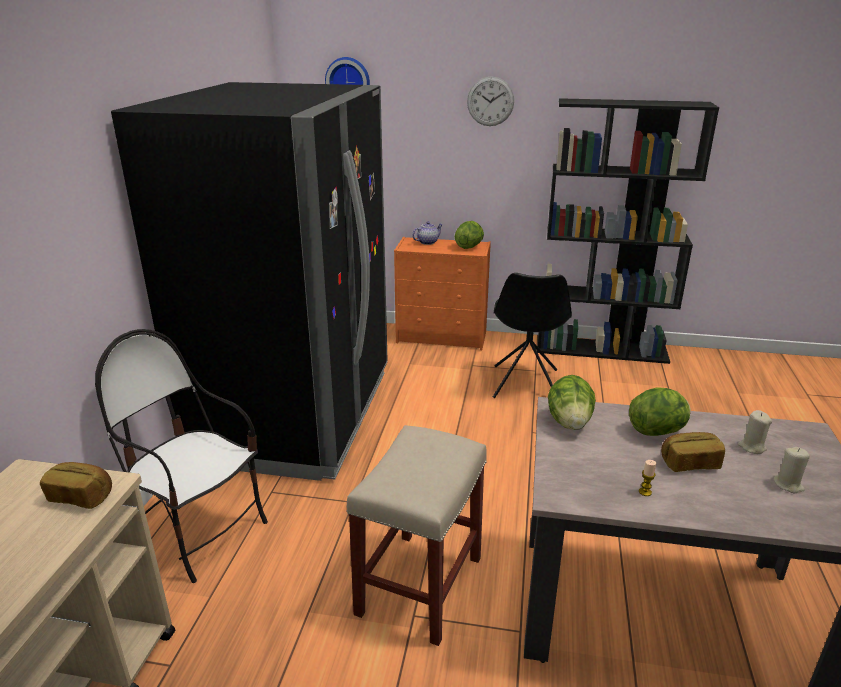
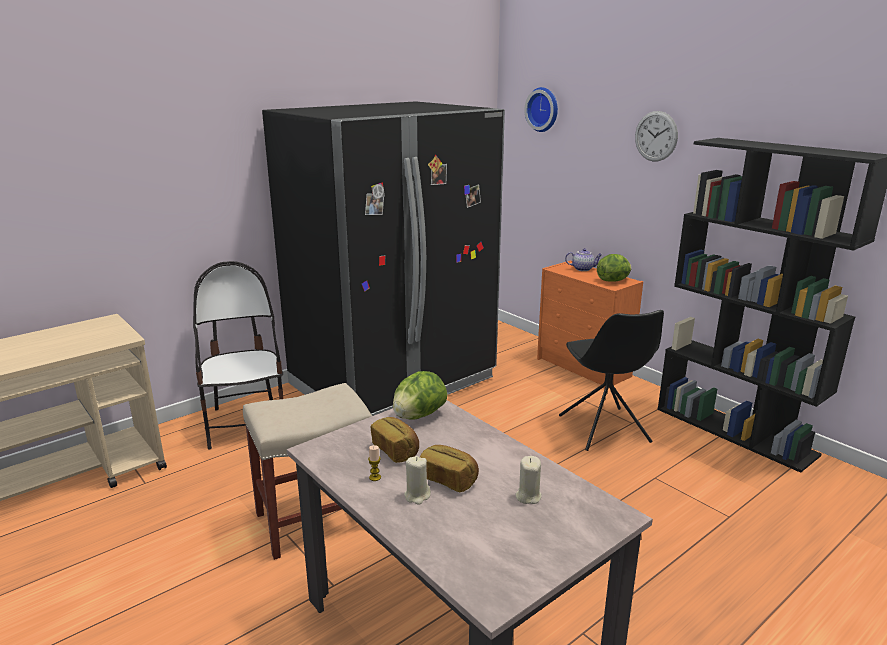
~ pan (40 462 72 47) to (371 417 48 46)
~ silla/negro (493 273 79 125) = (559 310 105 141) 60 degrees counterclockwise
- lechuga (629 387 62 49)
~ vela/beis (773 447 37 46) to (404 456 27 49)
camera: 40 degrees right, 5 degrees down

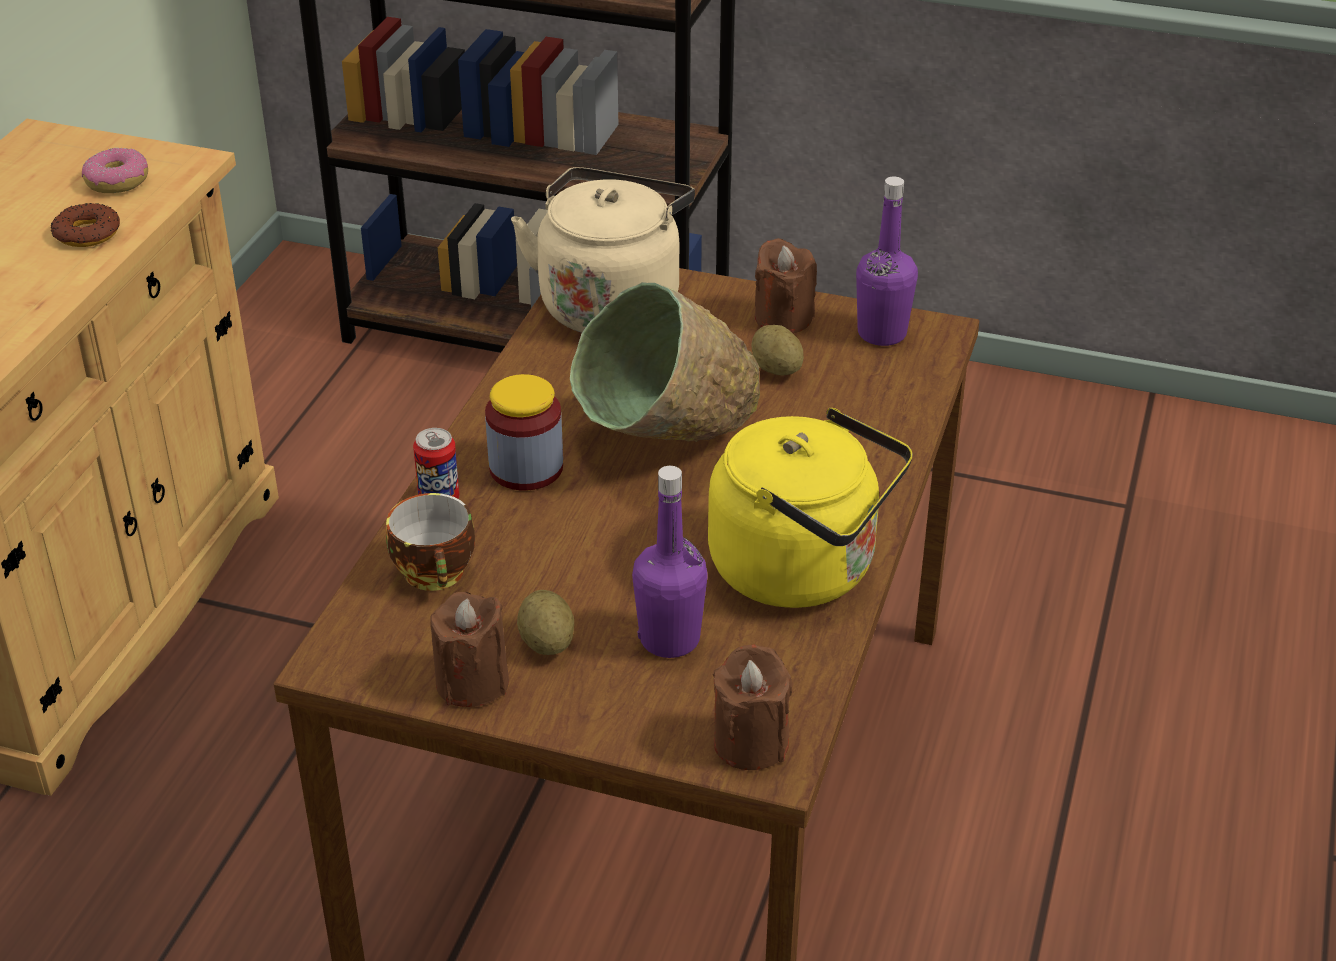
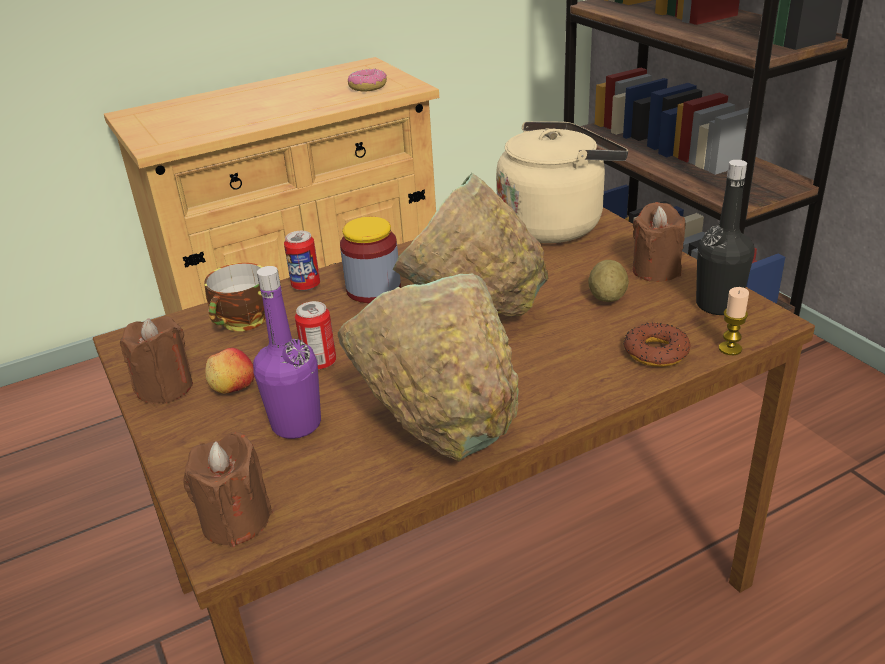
~ rosquilla (51 203 69 44) to (624 322 67 45)
~ patata (517 590 57 65) to manzana (205 348 49 45)
~ hervidor/amarillo (708 408 205 200) to cuenco/verde (338 273 181 188)
~ botella/morado (856 177 62 169) to botella/negro (696 160 59 155)
+ lata (295 301 41 69)
+ vela (719 287 30 68)
camera: 45 degrees right, 5 degrees down

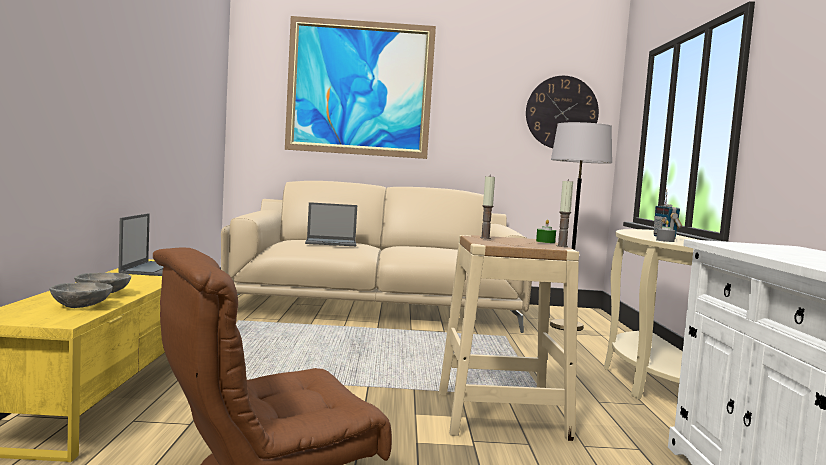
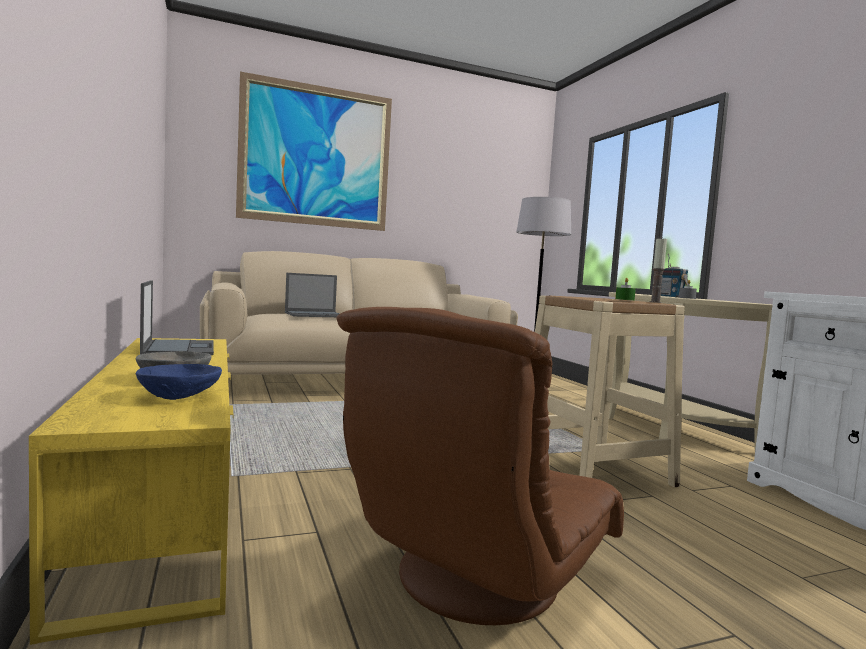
~ cuenco/gris (49 283 64 25) to cuenco/azul (136 364 86 36)
- vela (480 176 15 63)
- reloj de pared (526 76 73 72)
camera: 20 degrees left, 0 degrees up

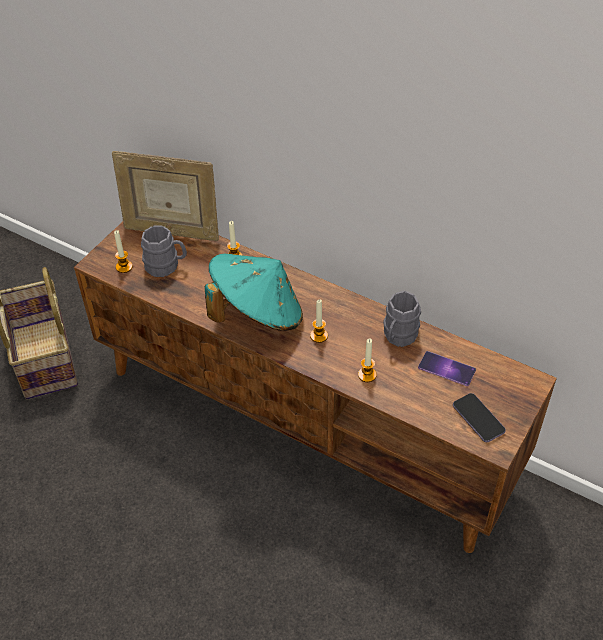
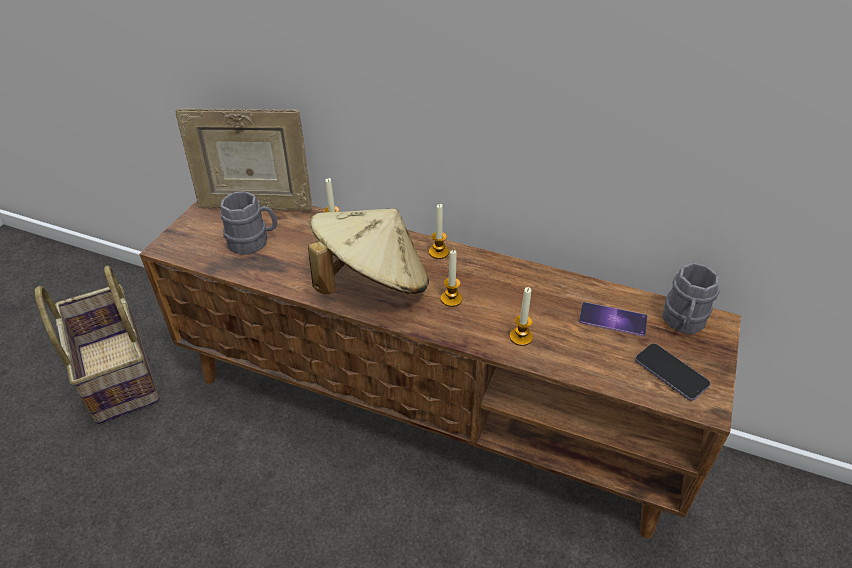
~ vela (114 230 19 43) to (429 204 20 55)
~ sombrero/turquesa (205 253 98 78) to sombrero/beis (308 209 121 85)
~ taza grande/gris (383 291 38 56) to (662 263 58 72)
camera: 10 degrees left, 5 degrees down

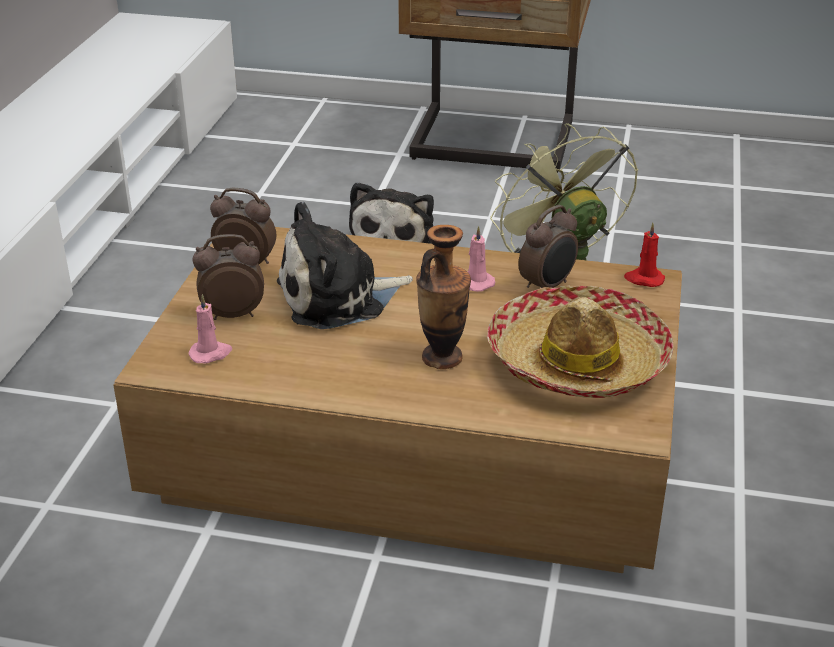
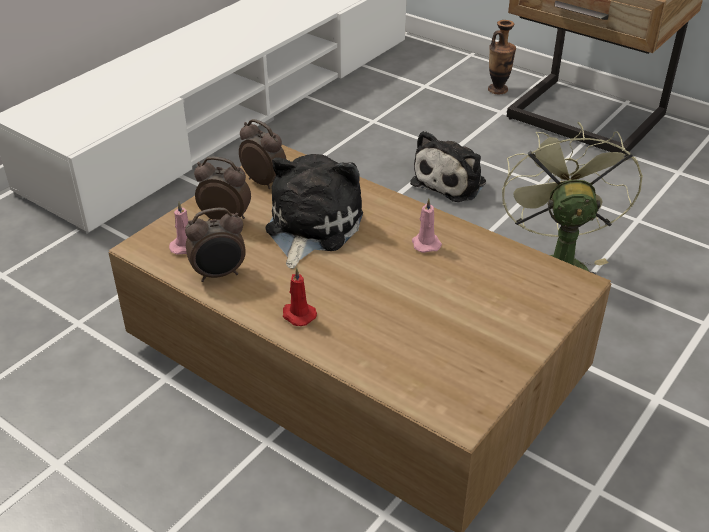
~ peluche (277 202 136 127) = (266 154 97 115) 105 degrees clockwise
~ florero (416 225 55 144) to (488 20 28 74)
- sombrero (487 285 187 113)
~ despertador (519 205 59 83) to (185 208 61 74)
~ vela/rojo (624 223 41 64) to (283 267 34 59)
camera: 25 degrees right, 5 degrees up

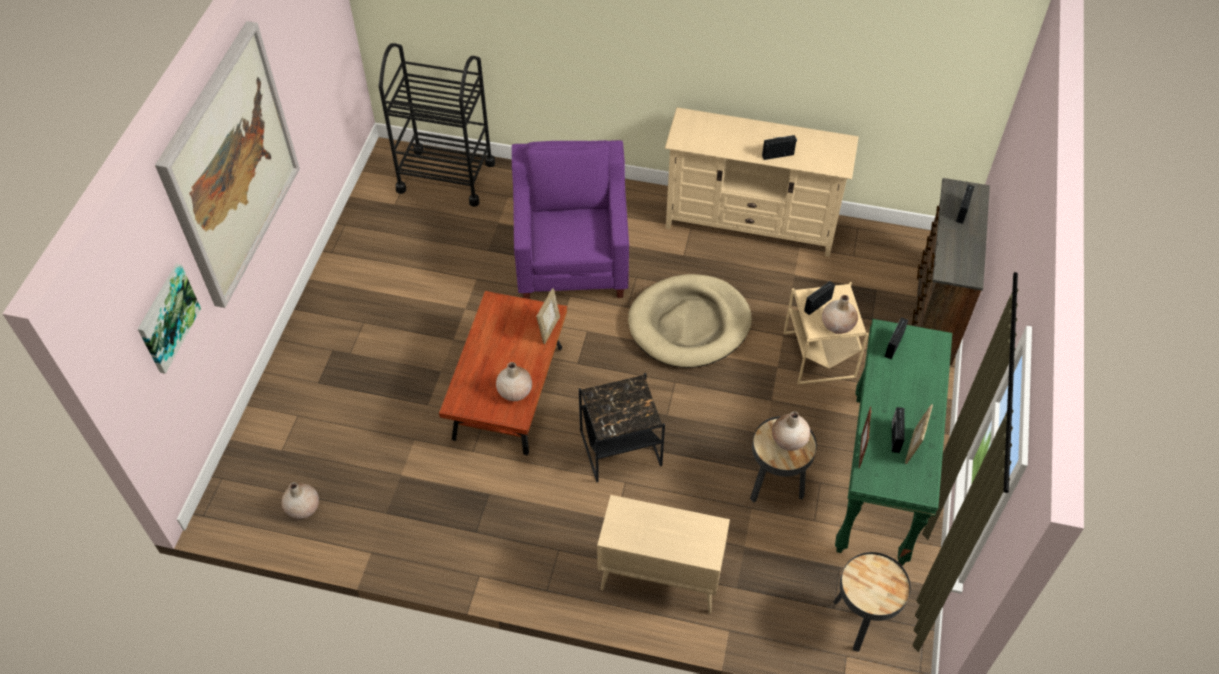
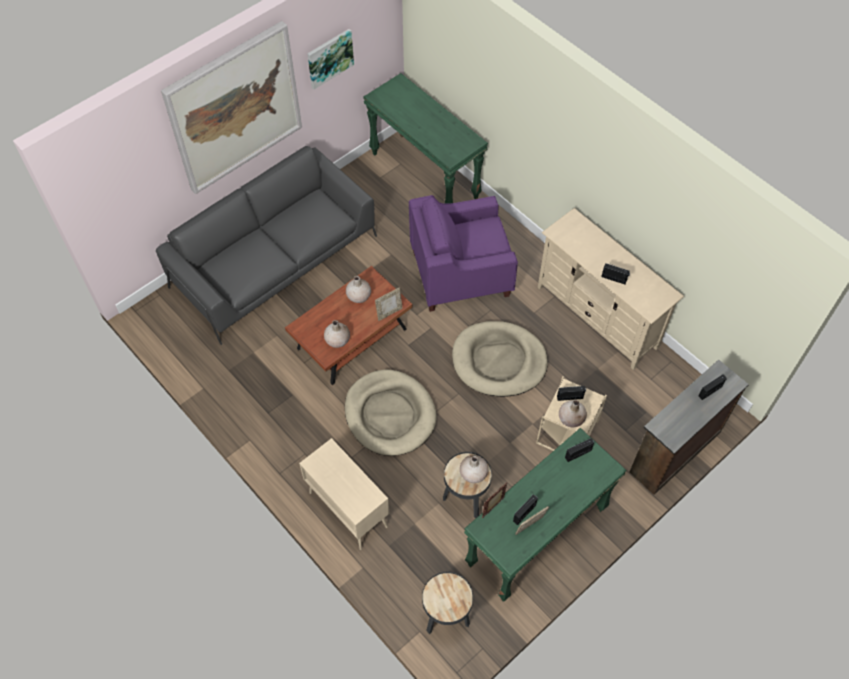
~ cuadro (138 263 63 111) to (307 29 47 60)
~ florero/beis (282 482 37 37) to (346 276 25 27)
~ carrito/negro (379 43 116 164) to mesa consola/verde (363 73 125 131)
~ sillón/morado (512 140 117 159) = (409 195 109 117) 135 degrees counterclockwise
~ mesa auxiliar/negro (579 373 86 109) to cama para perro/beis (345 370 92 86)
+ sofá/gris (156 146 221 199)
camera: 35 degrees right, 5 degrees up

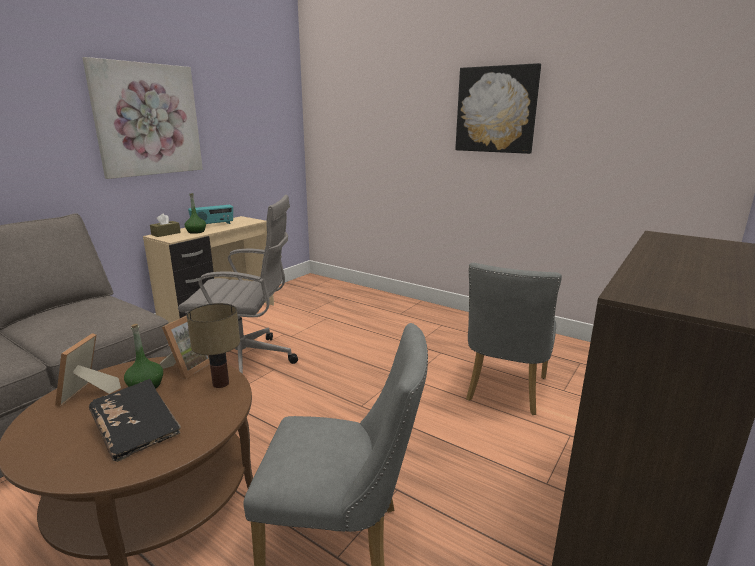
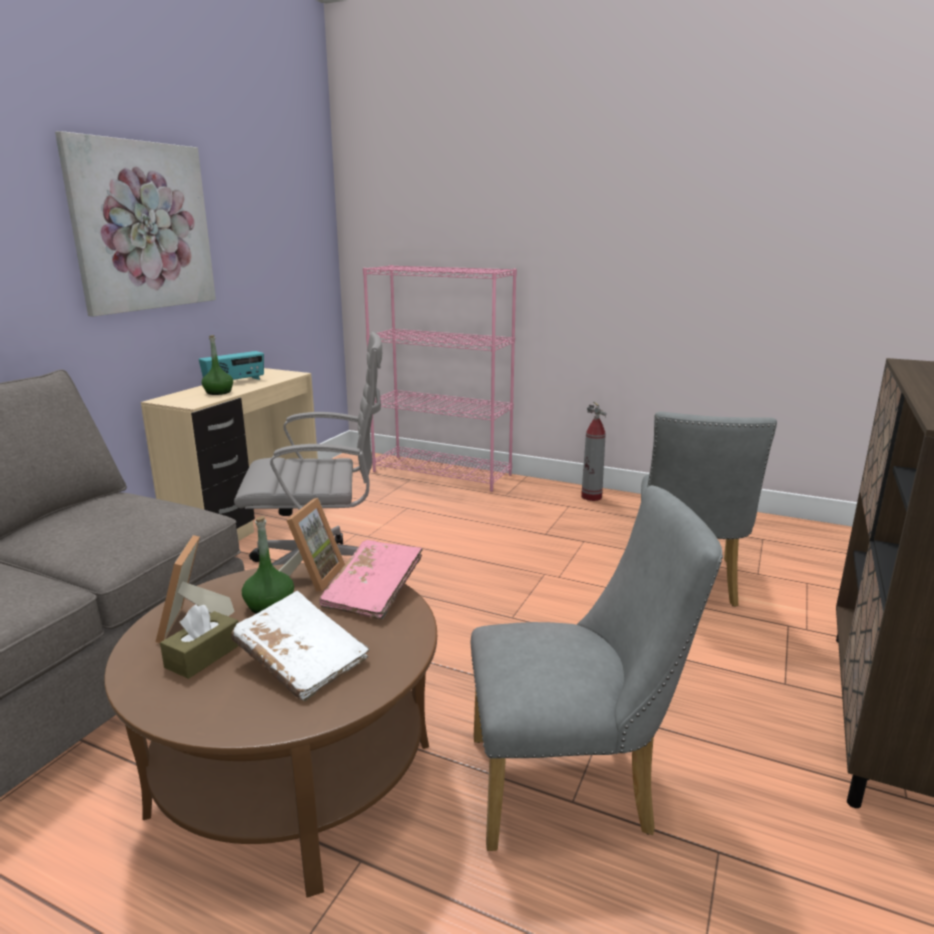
~ libro/negro (89 379 92 83) to libro/blanco (231 591 138 110)
~ caja de pañuelos/marrón (150 213 31 24) to (160 604 79 75)
~ lámpara de mesa (186 303 54 85) to libro/rosa (319 540 104 80)
- cuadro (455 63 86 91)
+ estantería/rosa (363 265 154 227)
+ extintor (581 402 26 99)
camera: 10 degrees left, 0 degrees up

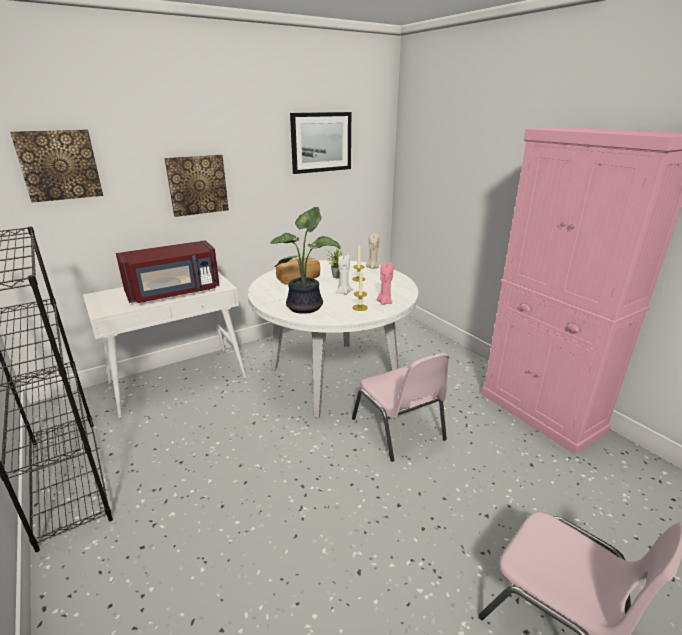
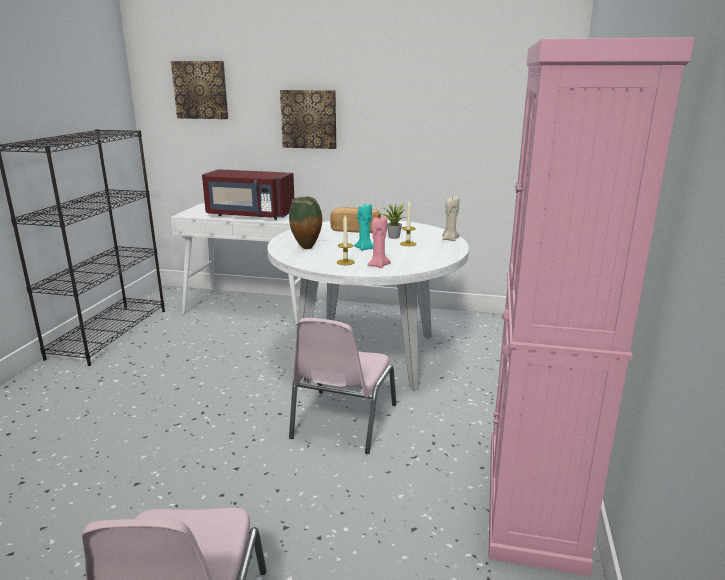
~ planta en maceta (270 207 71 107) to florero (289 197 33 52)
- cuadro (290 112 61 62)
~ vela/blanco (335 255 18 40) to vela/turquesa (354 204 19 47)
camera: 45 degrees right, 5 degrees down

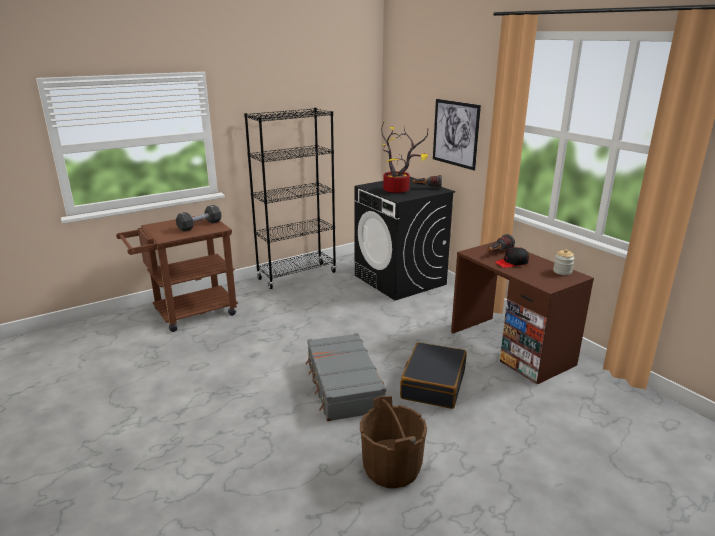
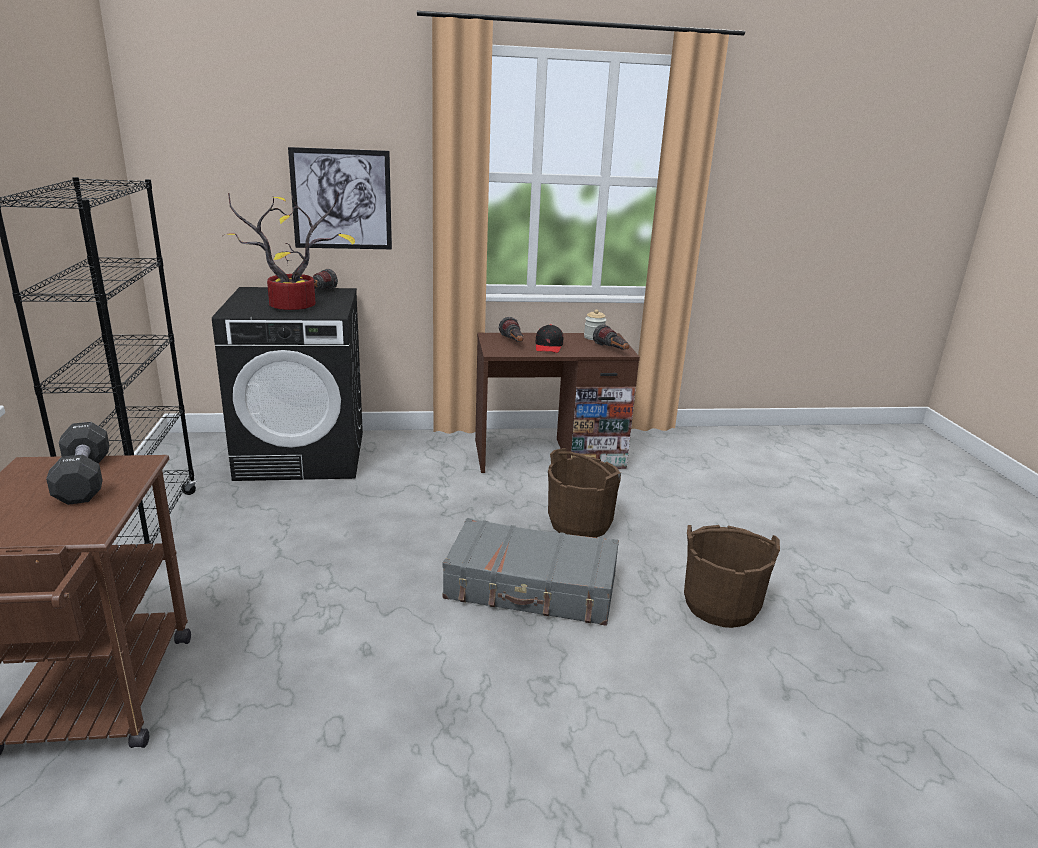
~ maleta/negro (400 342 67 67) to cubo/marrón (548 448 73 90)
+ linterna (593 324 36 26)
camera: 65 degrees left, 0 degrees up

